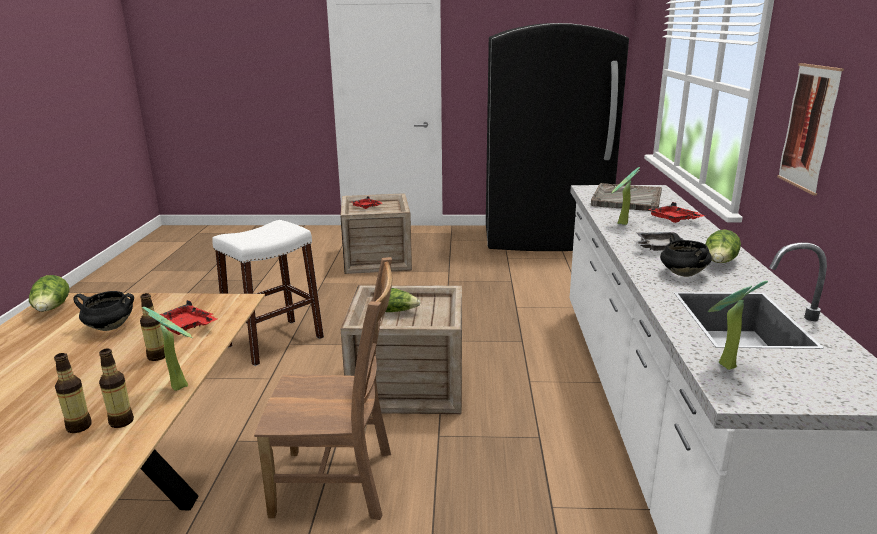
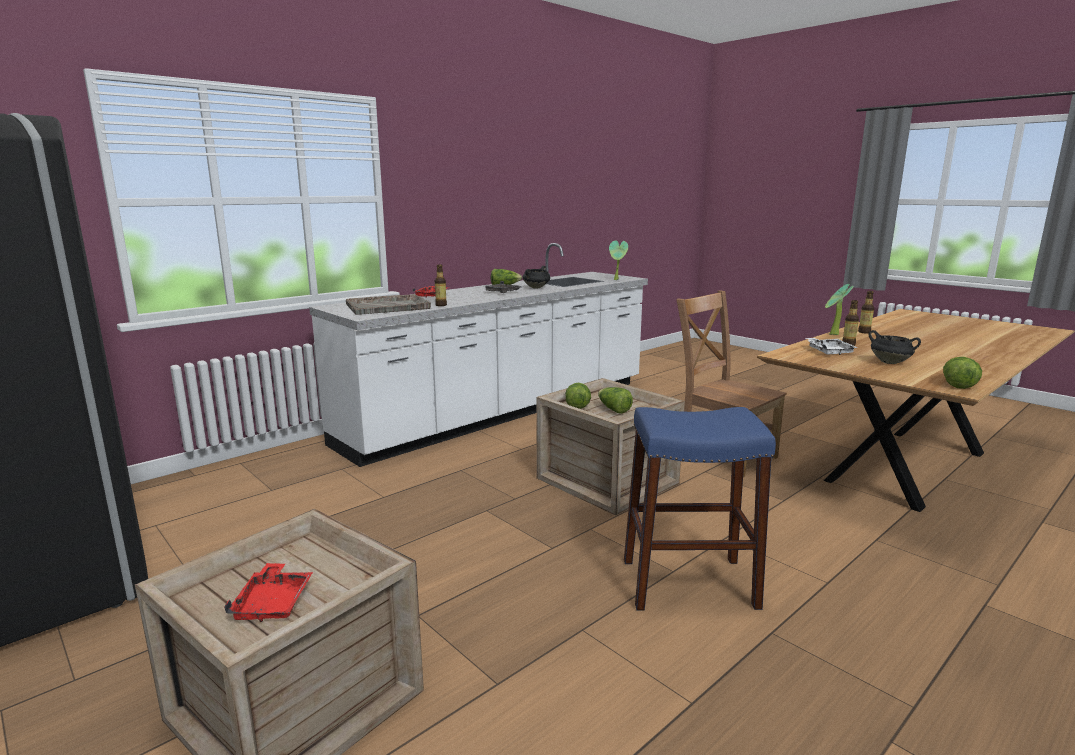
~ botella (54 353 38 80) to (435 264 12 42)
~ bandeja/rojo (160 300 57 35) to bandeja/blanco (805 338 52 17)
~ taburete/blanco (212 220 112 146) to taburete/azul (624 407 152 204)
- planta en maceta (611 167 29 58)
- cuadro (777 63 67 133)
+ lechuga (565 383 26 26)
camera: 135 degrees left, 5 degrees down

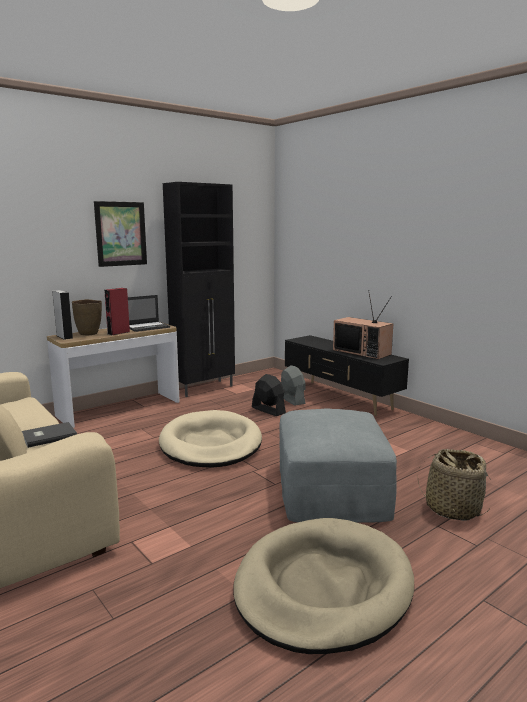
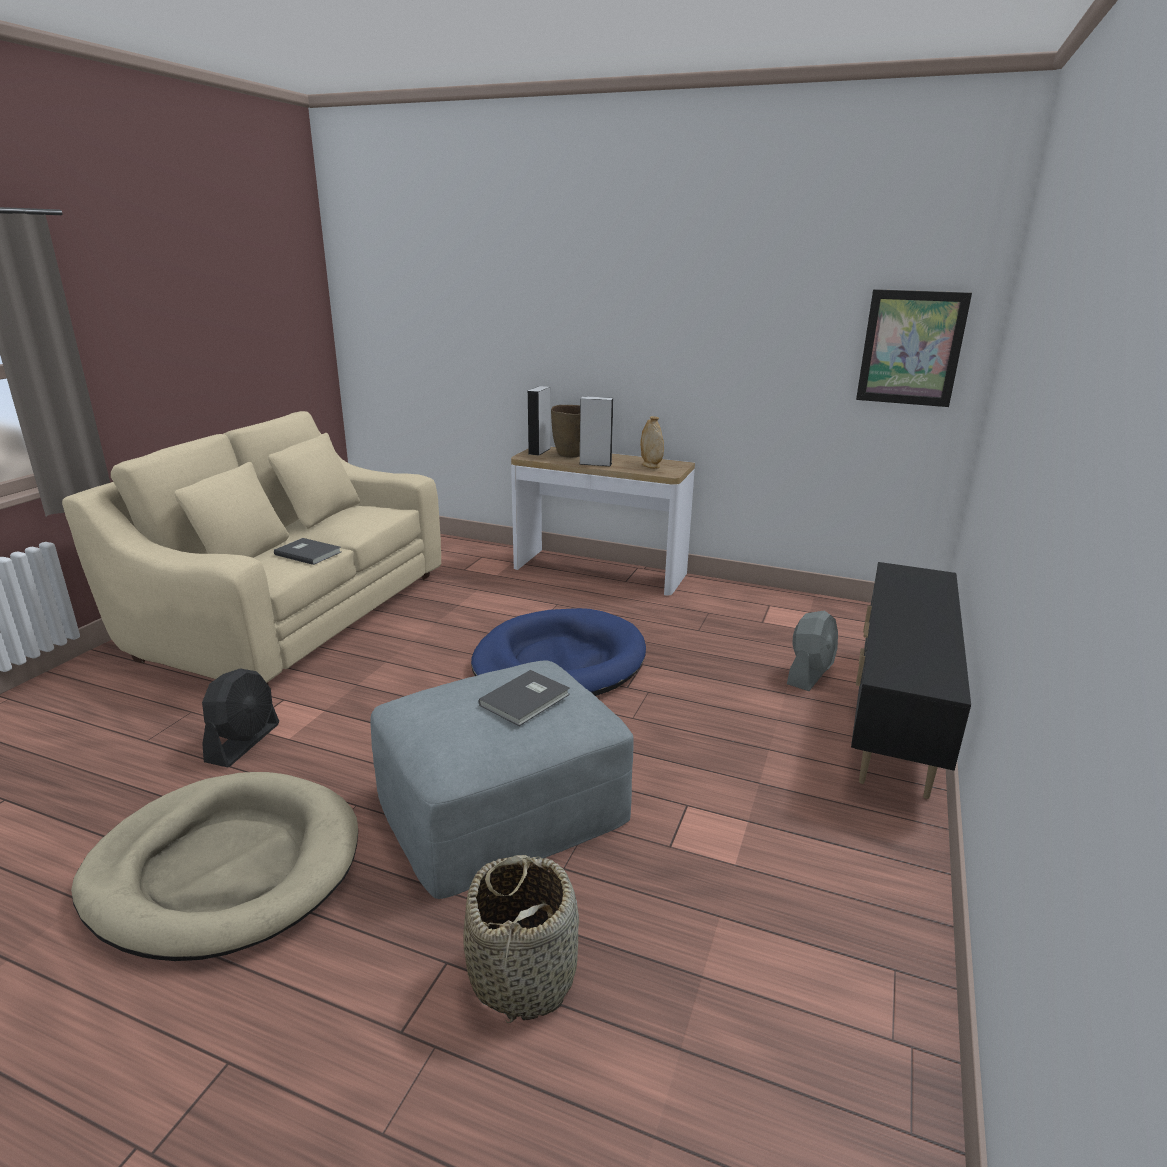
~ cuadro (94 201 53 66) to (856 289 116 118)
~ altavoz/rojo (104 288 26 47) to altavoz/gris (579 396 34 70)
~ portátil (128 295 42 37) to florero/beis (640 416 24 53)
~ cama para perro/beis (159 410 103 58) to cama para perro/azul (471 608 175 88)
- armario/negro (163 182 72 215)
~ ventilador/negro (252 374 34 42) to (202 668 77 99)
- televisor (333 290 60 69)
+ libro/gris (479 670 91 56)
camera: 60 degrees right, 10 degrees up

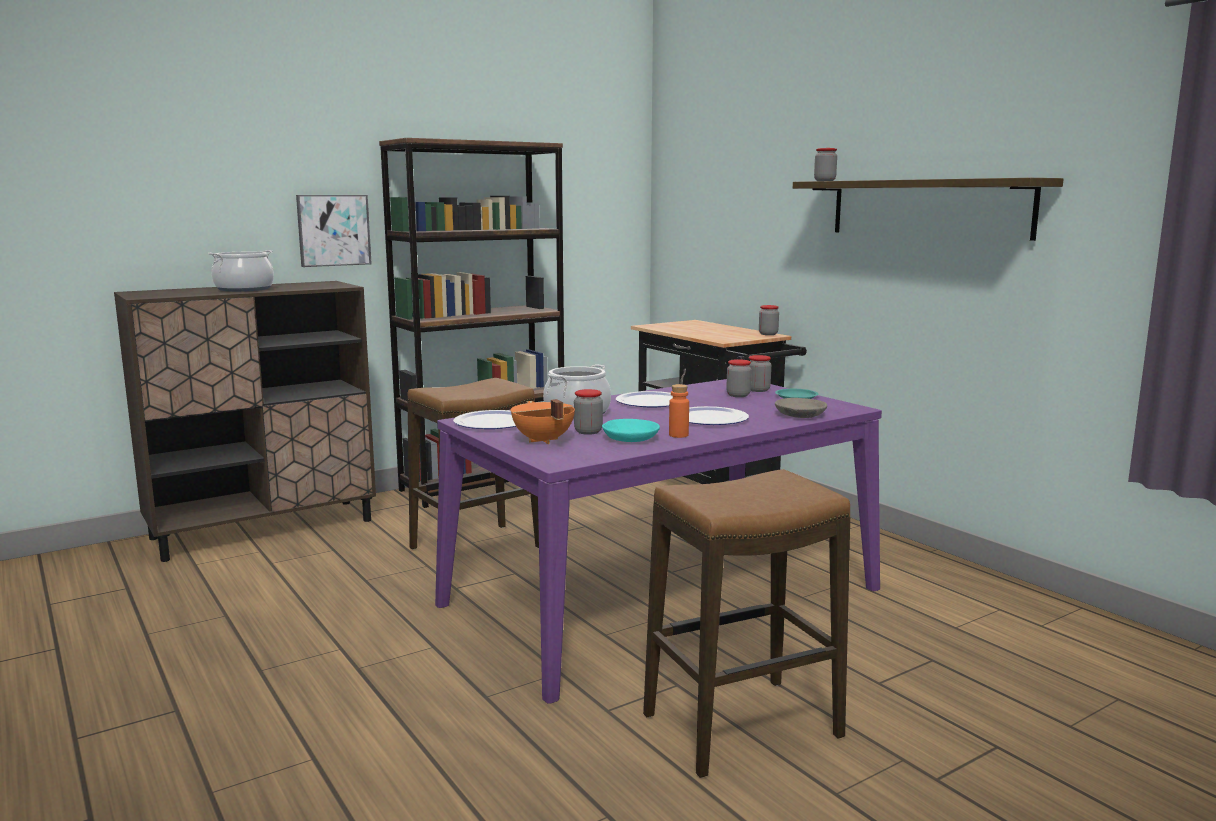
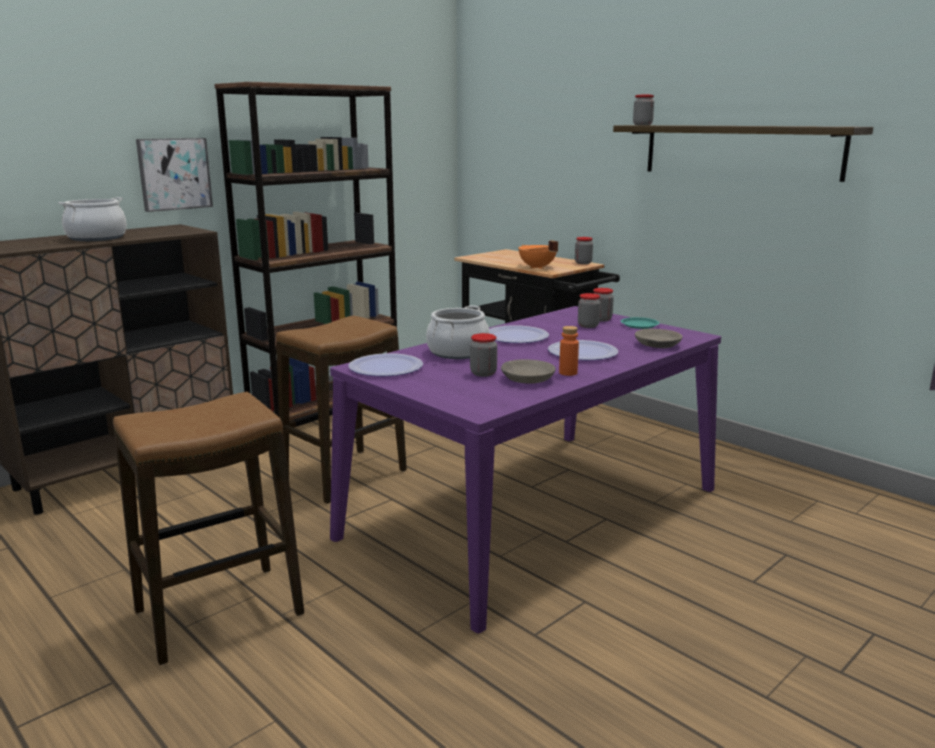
~ olla/naranja (510 399 65 45) to (518 240 40 29)
~ cuenco/turquesa (602 419 58 23) to cuenco/gris (501 359 55 25)
~ taburete (643 469 207 309) to (113 392 191 273)
camera: 10 degrees left, 5 degrees up

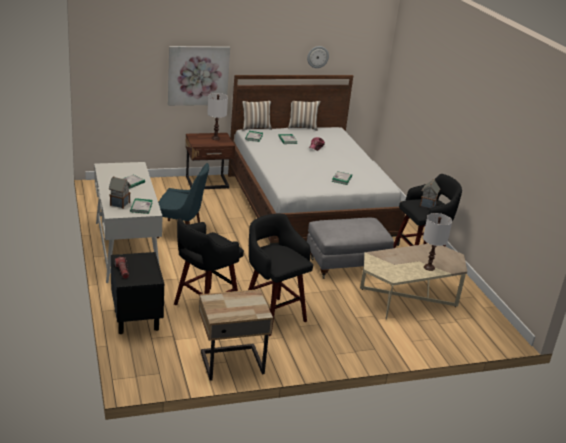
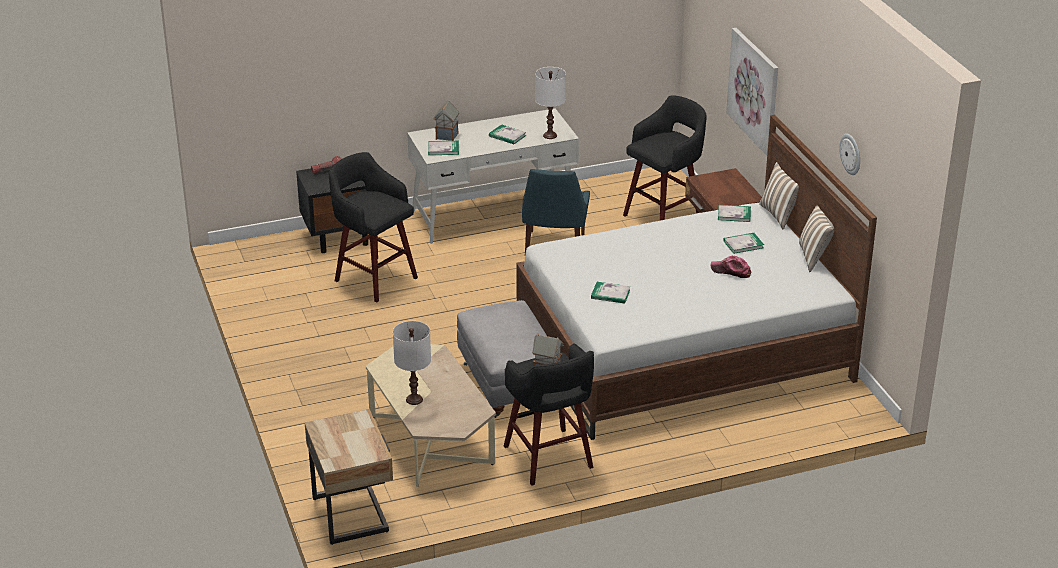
~ mesita de noche/beis (199 289 74 92) to (304 409 89 136)
~ lámpara de mesa/blanco (207 93 21 47) to (535 67 31 72)
~ taburete/negro (248 214 65 122) to (623 95 84 126)
camera: 90 degrees right, 5 degrees up

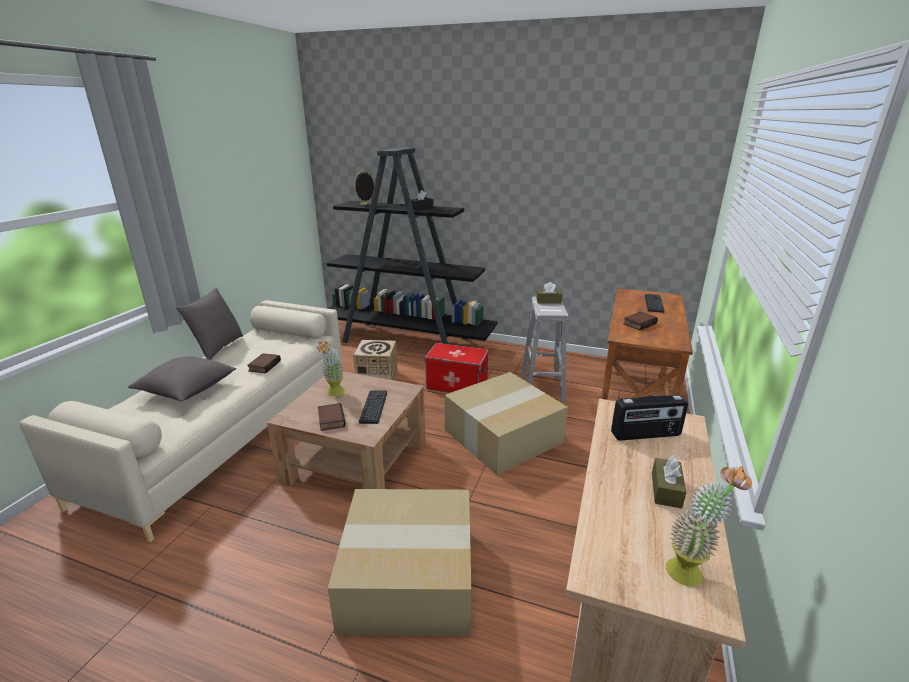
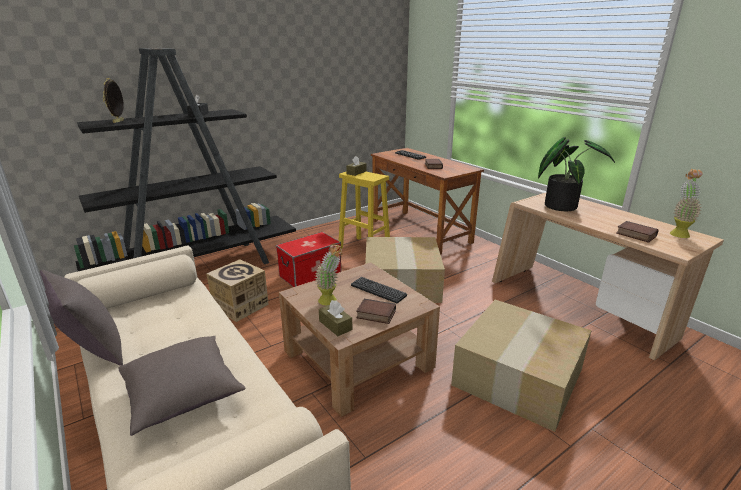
~ libro (247 353 34 20) to (616 221 43 22)
~ taburete/blanco (521 297 47 105) to taburete/amarillo (339 172 51 77)
~ radio (611 395 77 46) to planta en maceta (538 137 77 74)
~ caja de pañuelos/marrón (652 456 34 53) to (319 300 33 36)
camera: 55 degrees left, 0 degrees up

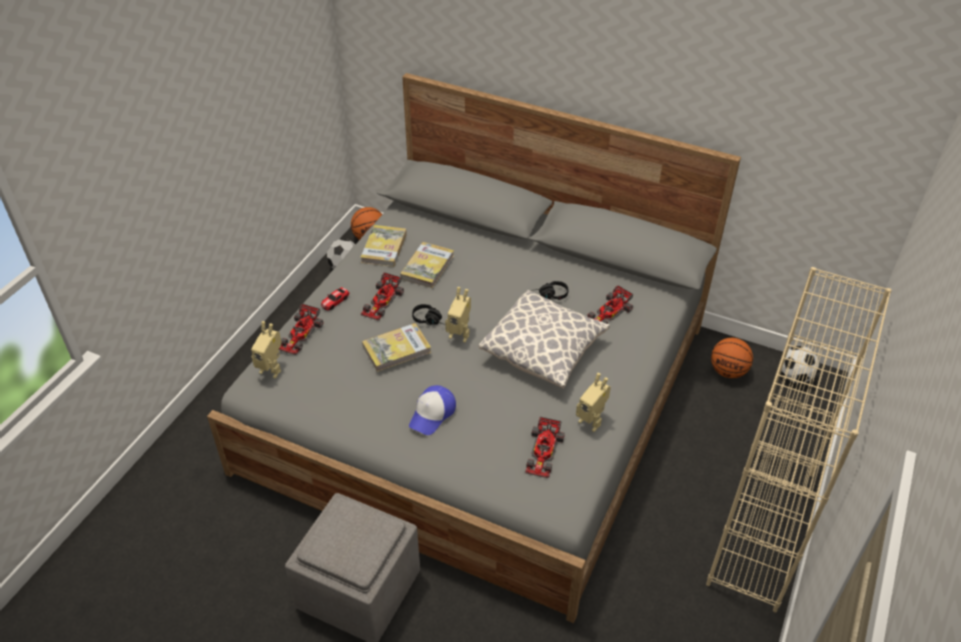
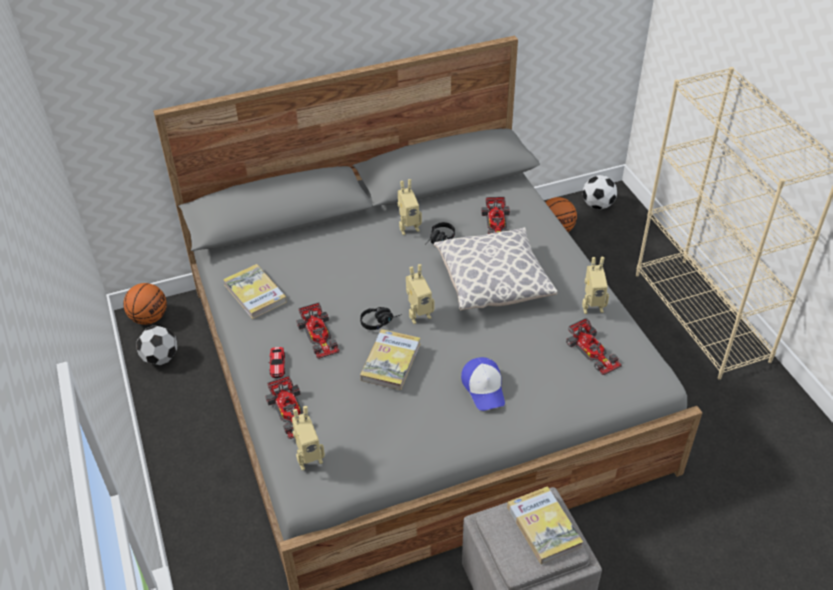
~ libro (400 242 54 46) to (507 486 76 78)
+ robot de juguete (397 179 25 56)
camera: 45 degrees left, 0 degrees up

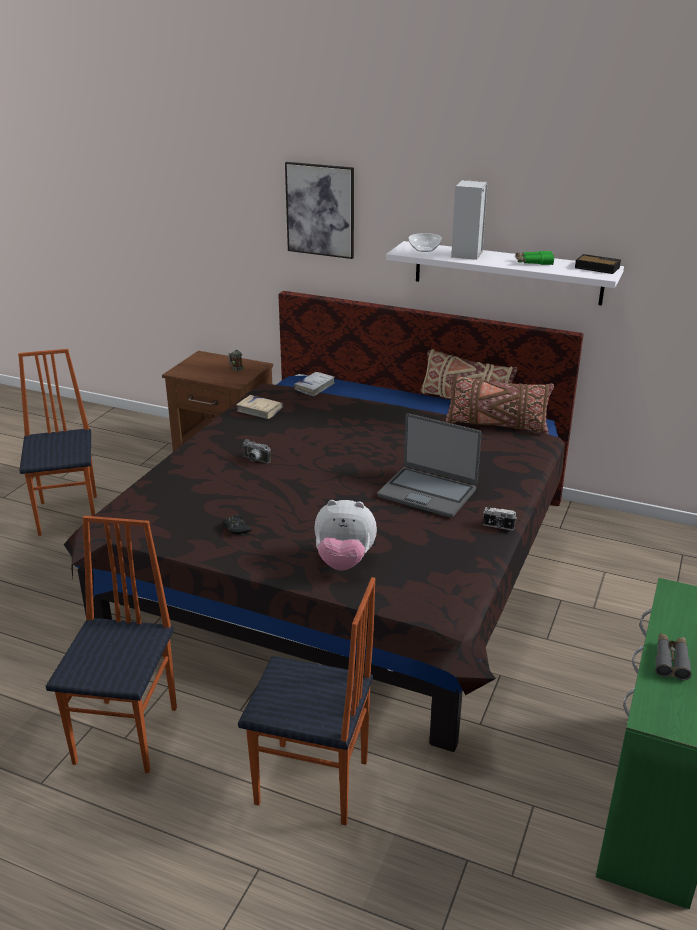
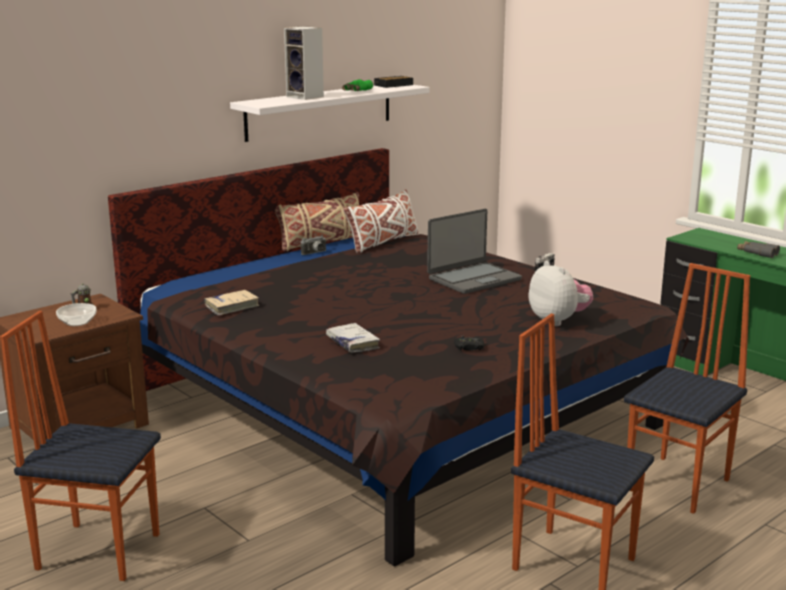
~ cámara (242 439 29 24) to (301 235 25 20)
- cuadro (285 162 69 97)
~ libro/blanco (294 372 41 24) to (326 323 54 30)
~ peluche (315 500 62 71) = (529 261 64 65) 60 degrees counterclockwise
~ cuenco (409 233 33 19) to (56 303 40 23)
~ cojín/marrón (446 375 108 60) to cojín/blanco (343 189 75 64)
camera: 65 degrees left, 10 degrees down

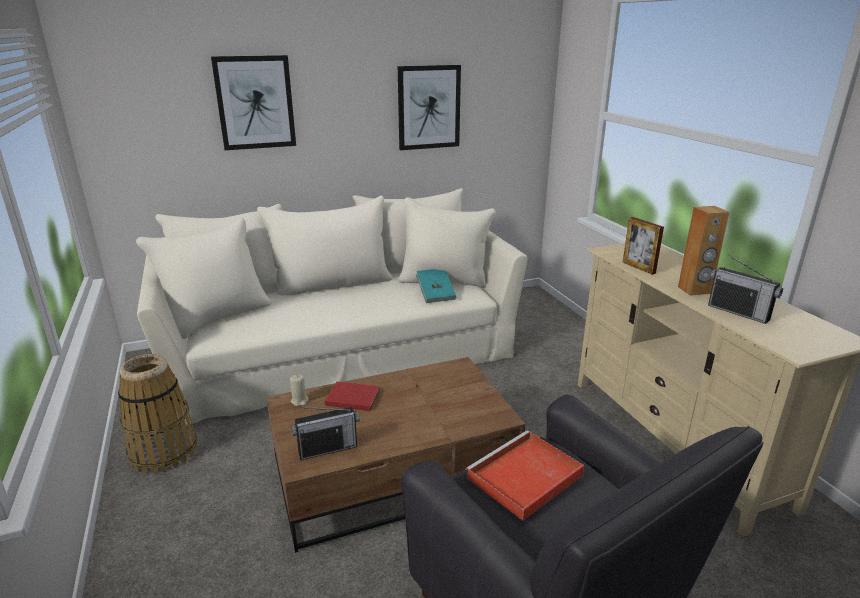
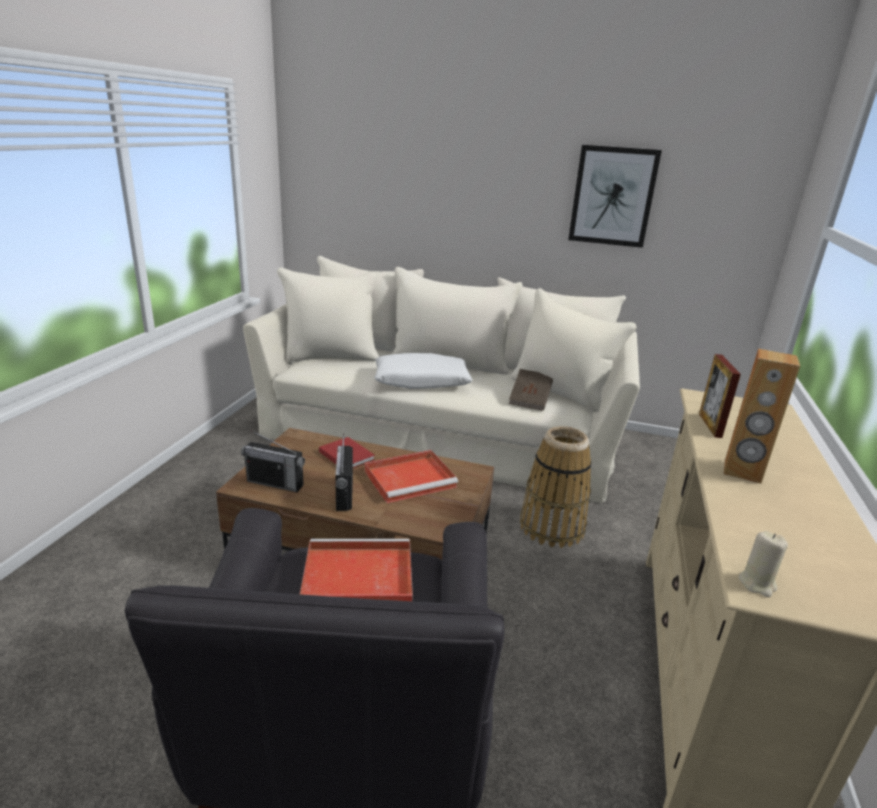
~ cesta (118 354 80 120) to (520 426 72 122)
- cuadro (211 55 85 95)
~ vela/beis (290 375 19 31) to (739 531 49 66)
~ libro/turquesa (416 269 40 34) to libro/marrón (509 369 44 42)
~ radio (708 254 75 70) to (335 433 18 78)
+ bandeja/rojo (365 450 93 53)
+ cojín/blanco (374 353 98 36)
camera: 35 degrees right, 0 degrees up

